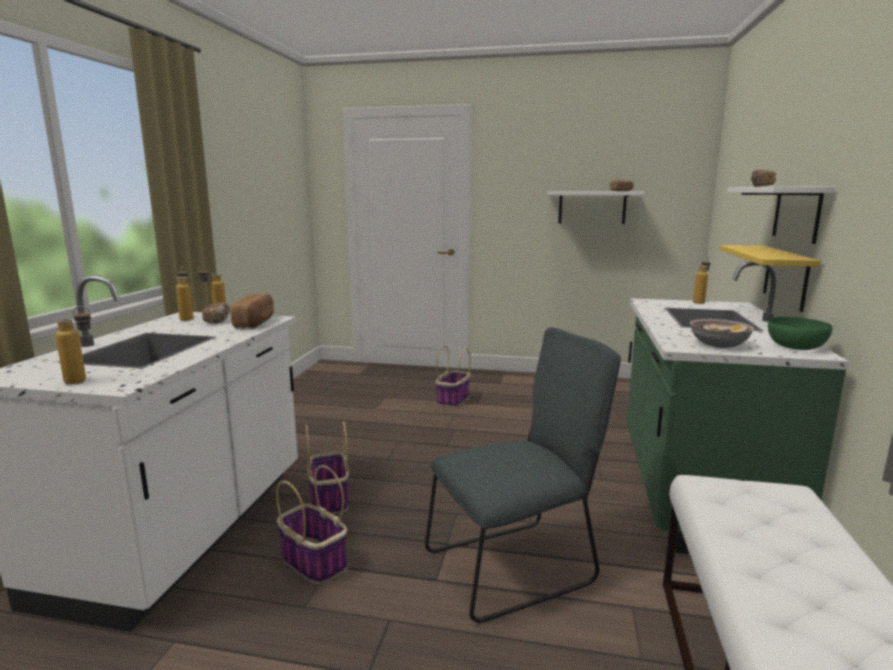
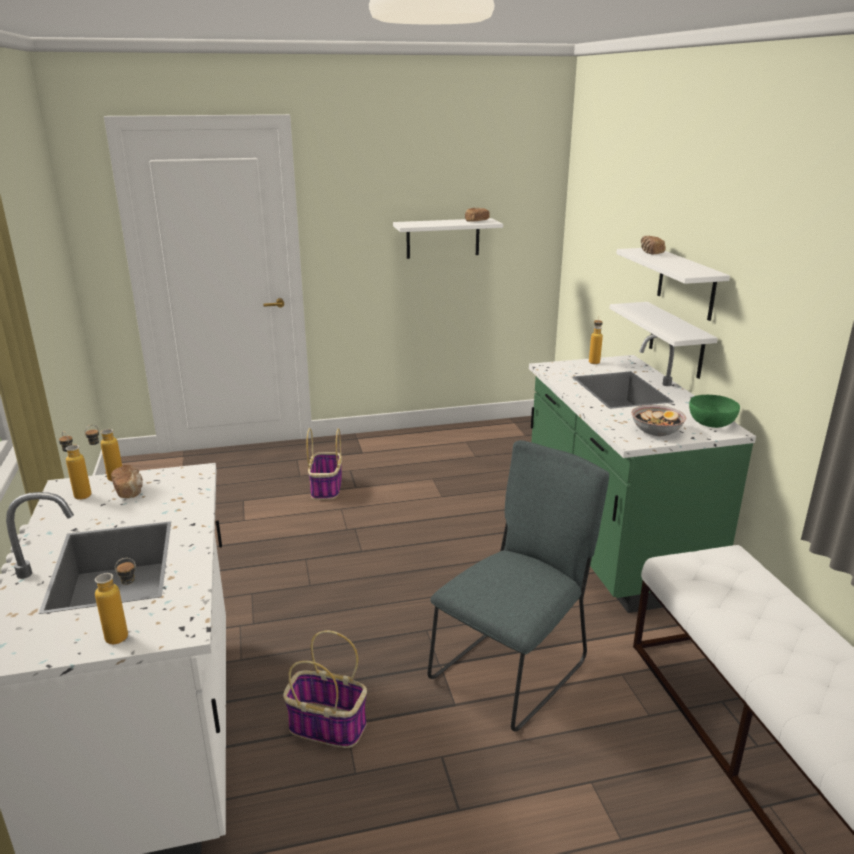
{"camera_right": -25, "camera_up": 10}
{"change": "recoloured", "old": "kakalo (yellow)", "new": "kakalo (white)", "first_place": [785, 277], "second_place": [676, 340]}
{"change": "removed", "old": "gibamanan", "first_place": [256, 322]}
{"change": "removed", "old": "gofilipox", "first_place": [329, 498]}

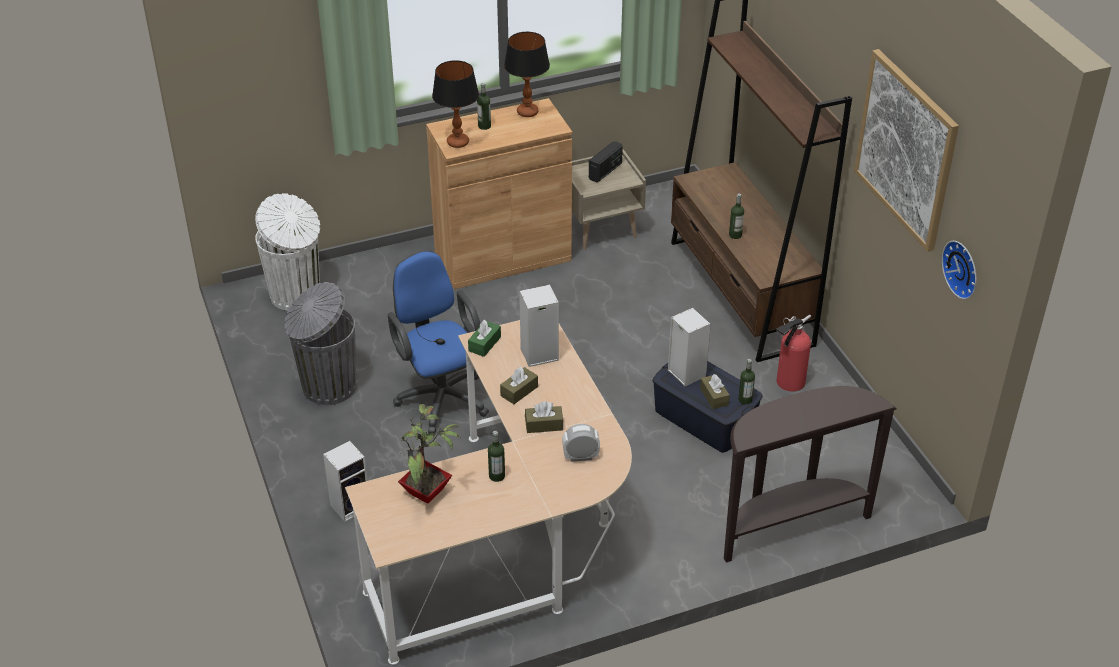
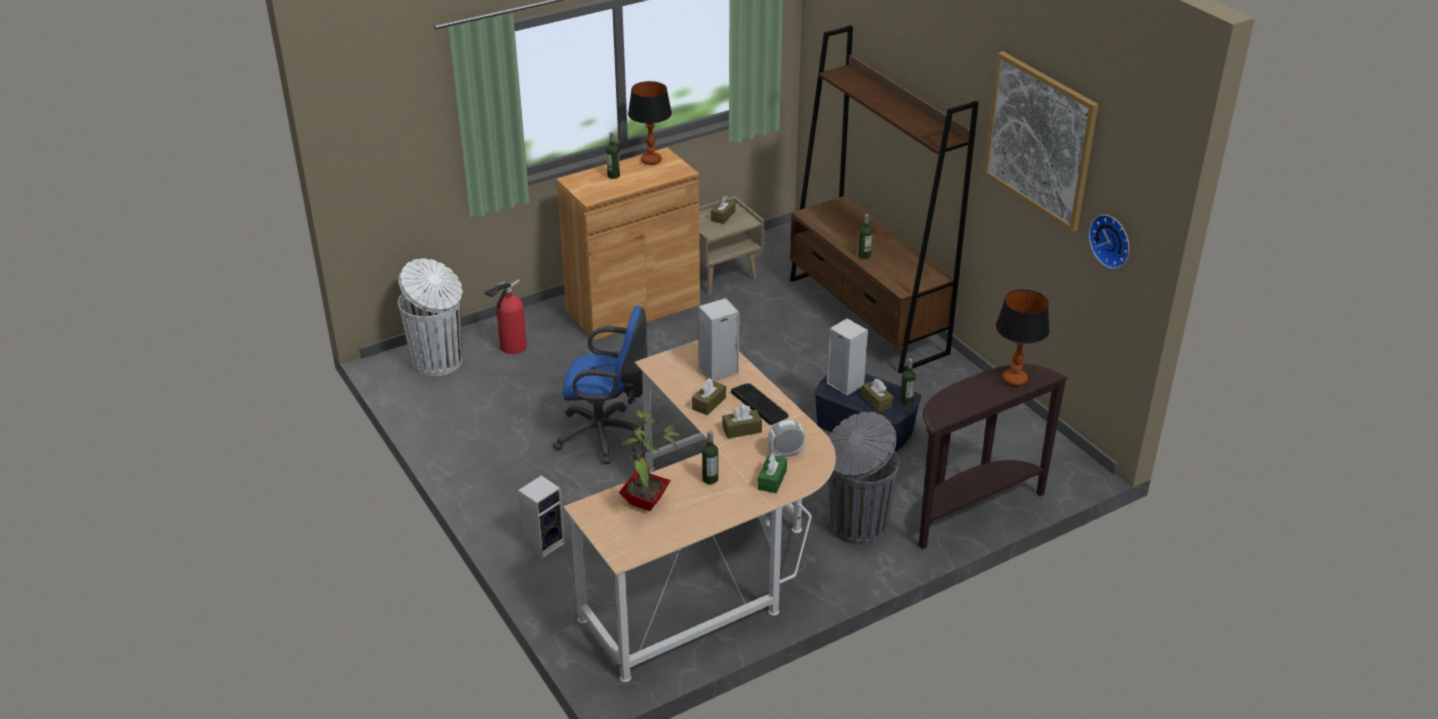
{"camera_right": -10, "camera_up": -5}
{"change": "moved", "old": "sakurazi", "first_place": [457, 142], "second_place": [1014, 379]}
{"change": "replaced", "old": "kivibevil", "new": "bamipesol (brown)", "first_place": [605, 171], "second_place": [723, 216]}
{"change": "turned", "old": "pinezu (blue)", "first_place": [440, 396], "second_place": [606, 436], "degrees": 135}
{"change": "moved", "old": "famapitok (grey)", "first_place": [327, 387], "second_place": [856, 526]}
{"change": "moved", "old": "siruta", "first_place": [788, 383], "second_place": [511, 348]}
{"change": "moved", "old": "bamipesol (green)", "first_place": [484, 344], "second_place": [772, 480]}
{"change": "added", "new": "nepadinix", "second_place": [759, 404]}

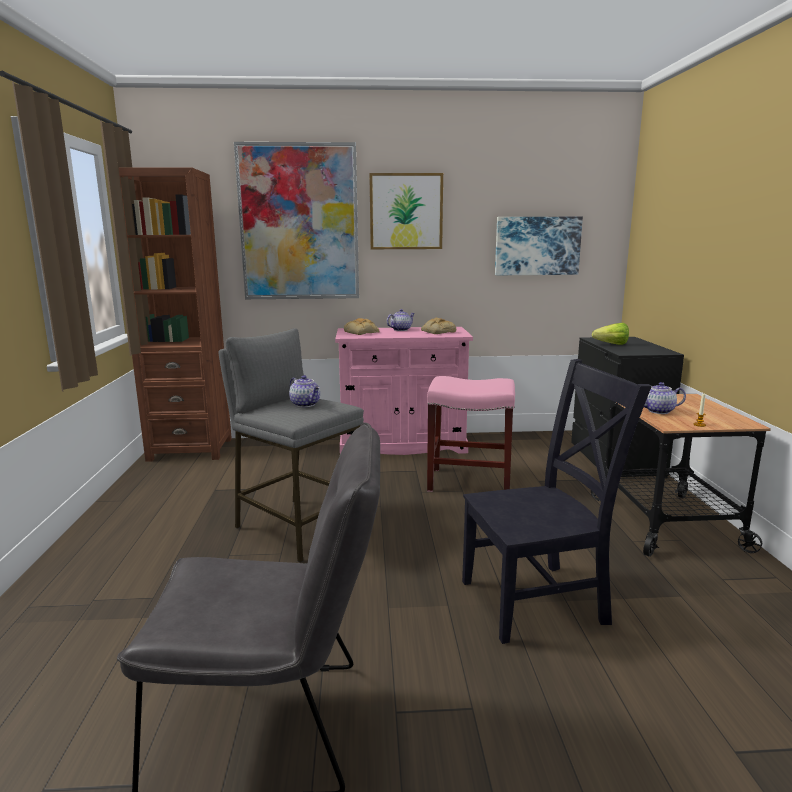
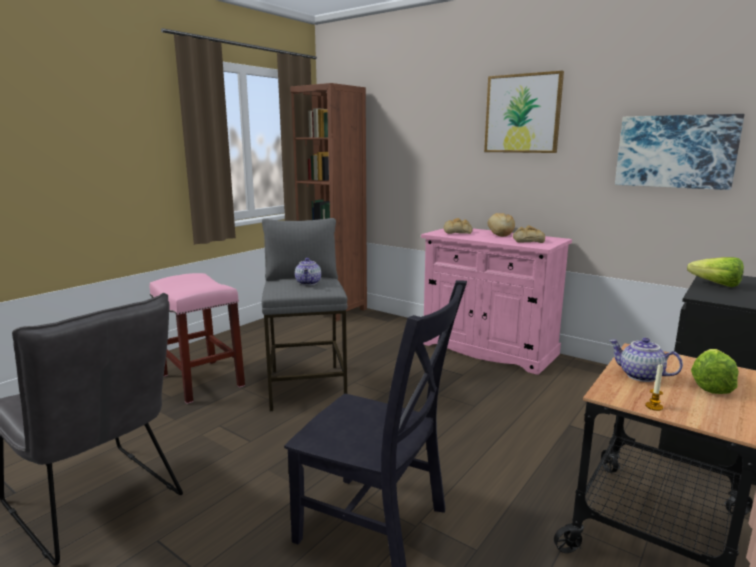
{"camera_right": 40, "camera_up": 0}
{"change": "removed", "old": "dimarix", "first_place": [299, 223]}
{"change": "replaced", "old": "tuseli", "new": "gibamanan", "first_place": [400, 330], "second_place": [499, 234]}
{"change": "moved", "old": "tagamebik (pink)", "first_place": [470, 482], "second_place": [202, 380]}
{"change": "added", "new": "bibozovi", "second_place": [712, 384]}

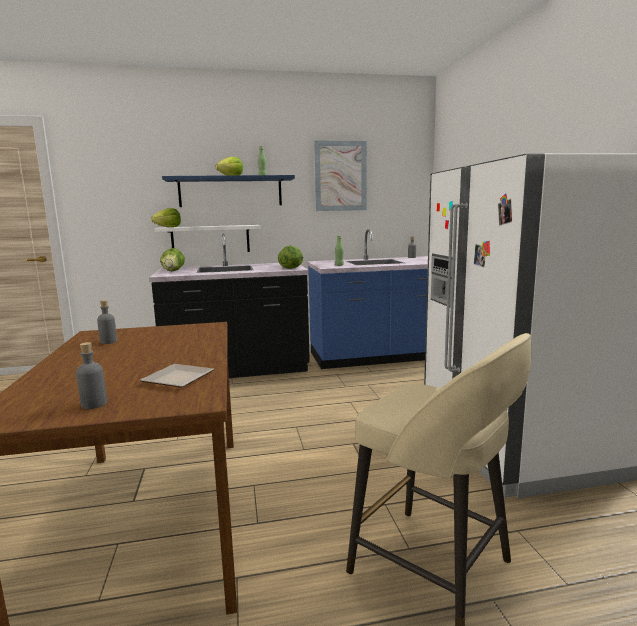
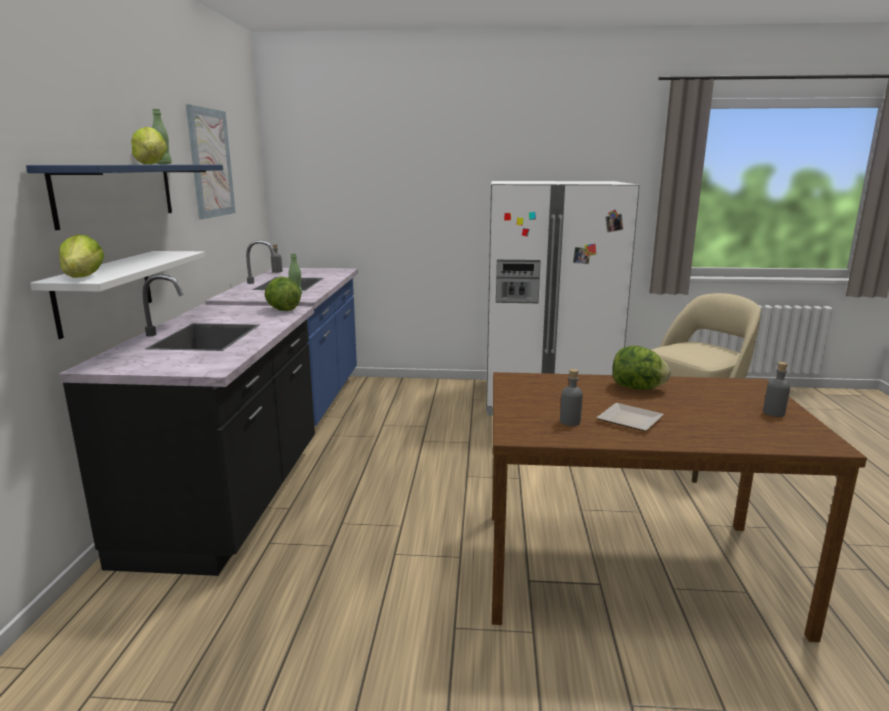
{"camera_right": -75, "camera_up": 5}
{"change": "moved", "old": "bibozovi", "first_place": [173, 271], "second_place": [638, 388]}
{"change": "moved", "old": "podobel", "first_place": [178, 380], "second_place": [632, 420]}

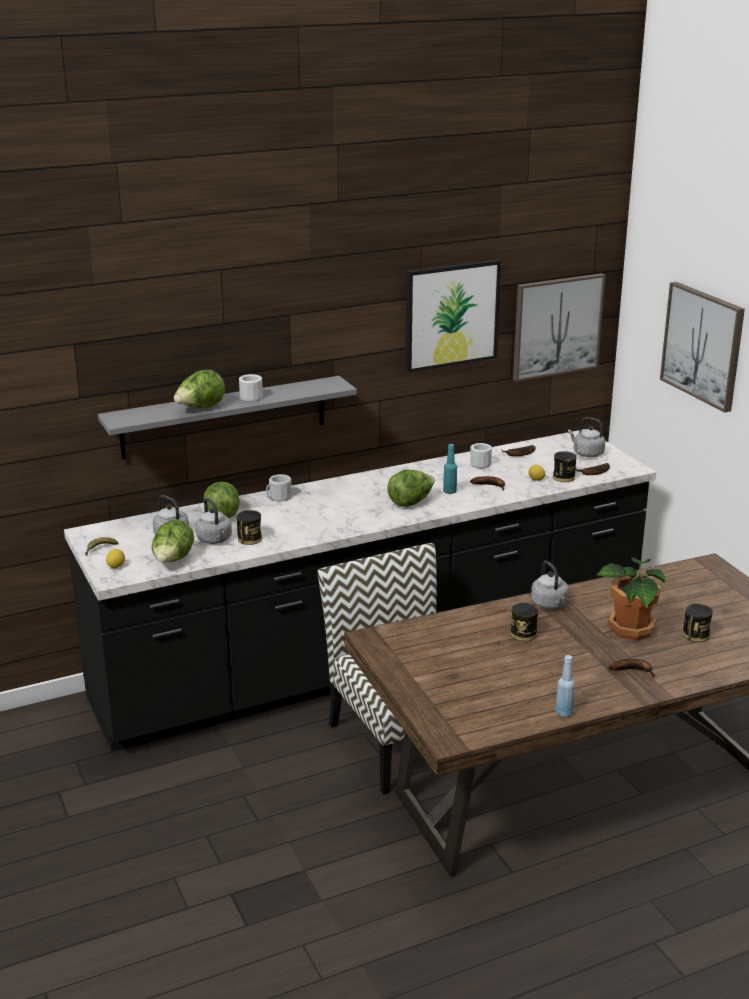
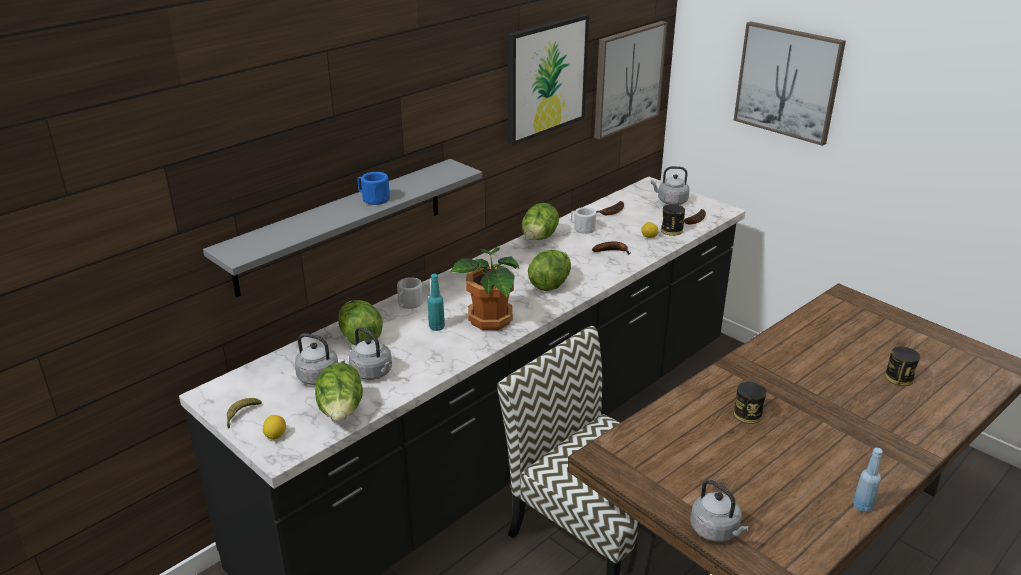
{"camera_right": -20, "camera_up": 5}
{"change": "moved", "old": "bibozovi", "first_place": [200, 408], "second_place": [539, 239]}
{"change": "recoloured", "old": "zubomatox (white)", "new": "zubomatox (blue)", "first_place": [249, 397], "second_place": [373, 199]}
{"change": "moved", "old": "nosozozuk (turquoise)", "first_place": [449, 491], "second_place": [437, 327]}
{"change": "removed", "old": "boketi", "first_place": [249, 539]}
{"change": "moved", "old": "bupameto", "first_place": [630, 630], "second_place": [490, 321]}
{"change": "moved", "old": "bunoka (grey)", "first_place": [550, 604], "second_place": [716, 531]}
{"change": "removed", "old": "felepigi", "first_place": [633, 670]}

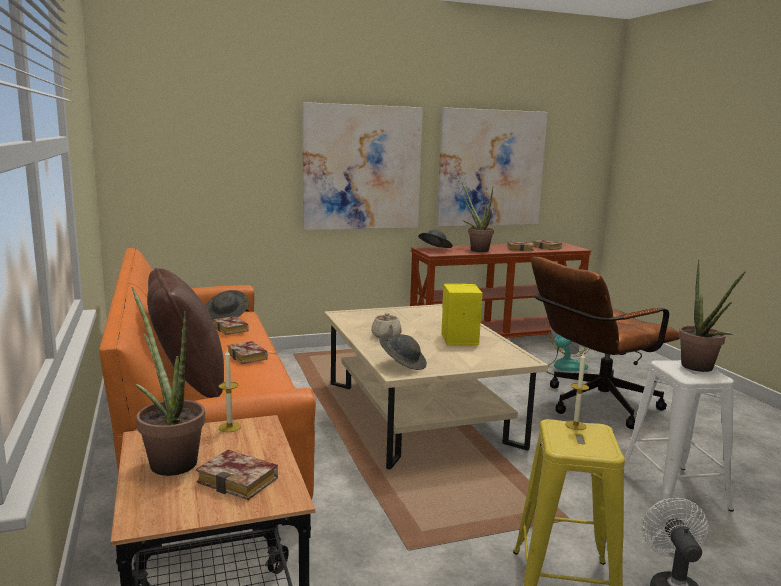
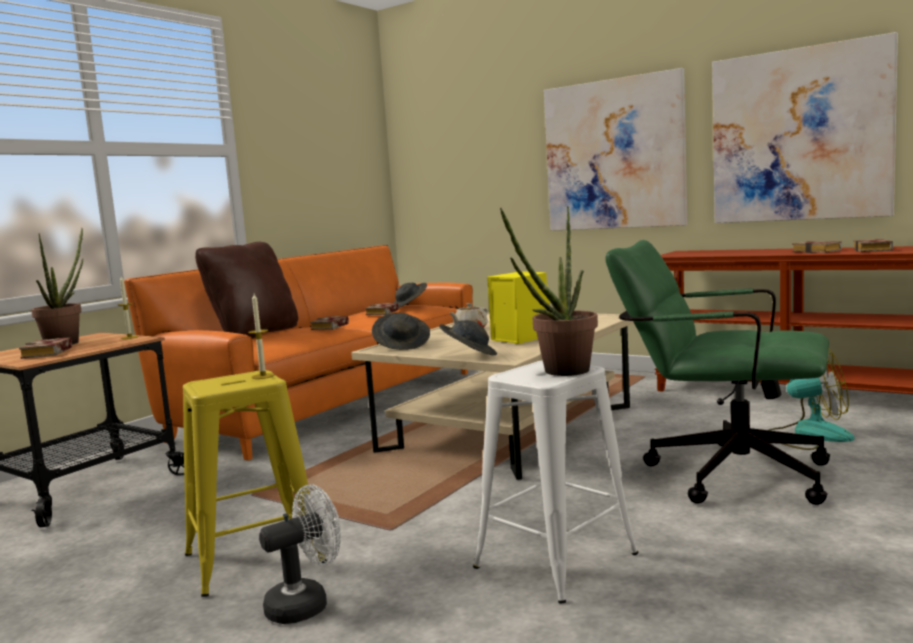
{"camera_right": 55, "camera_up": -5}
{"change": "removed", "old": "bupameto", "first_place": [476, 250]}
{"change": "moved", "old": "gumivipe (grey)", "first_place": [434, 249], "second_place": [469, 355]}
{"change": "recoloured", "old": "pinezu (brown)", "new": "pinezu (green)", "first_place": [593, 405], "second_place": [721, 472]}

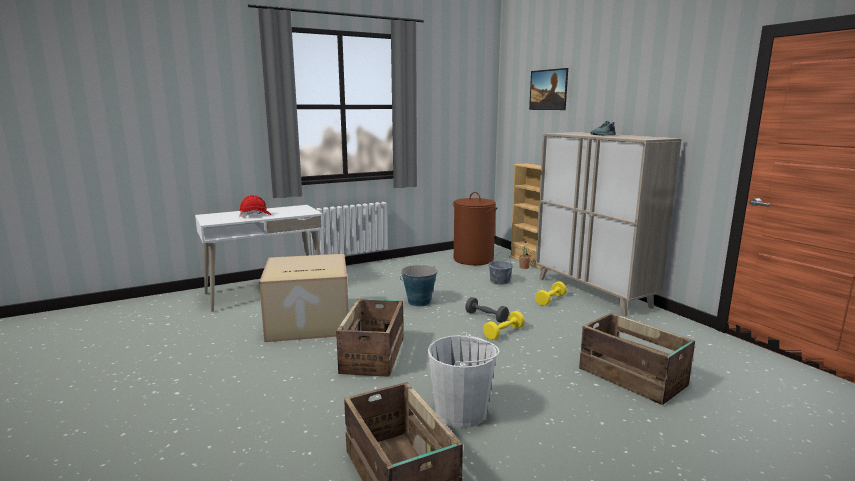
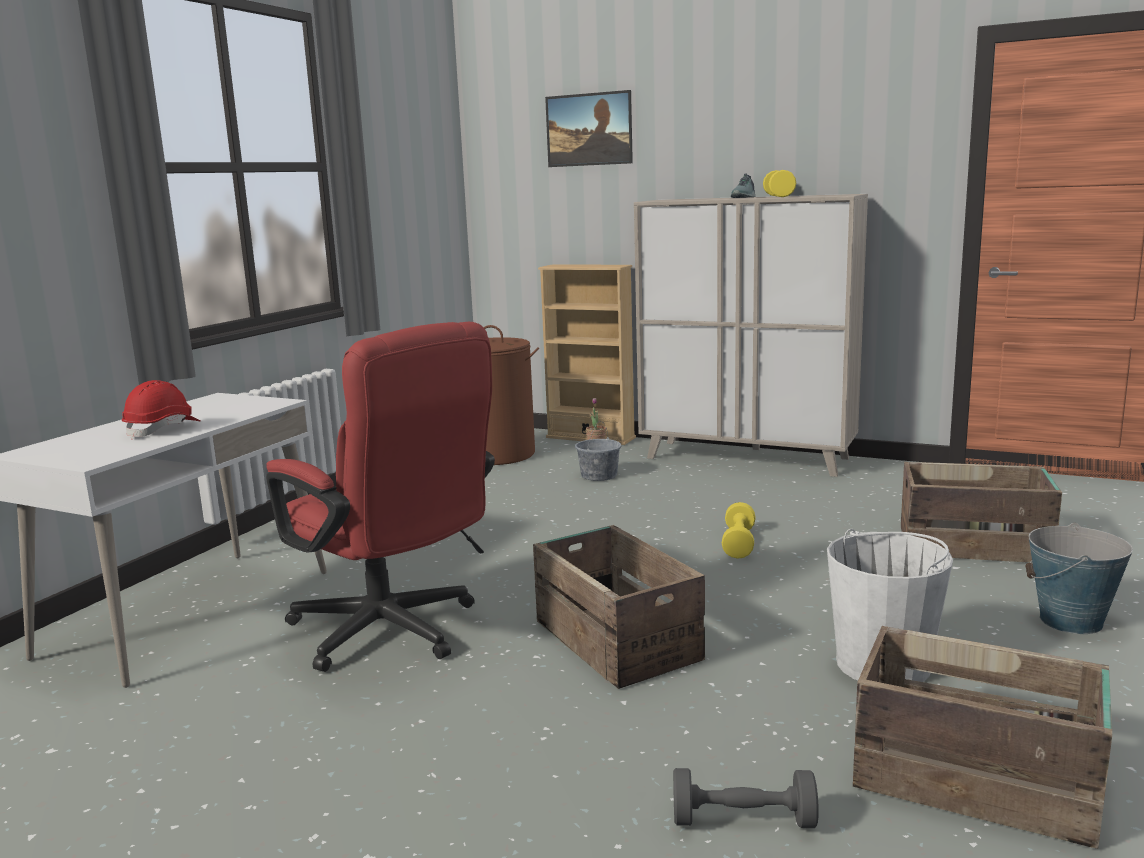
{"camera_right": -35, "camera_up": 0}
{"change": "replaced", "old": "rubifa", "new": "pinezu (red)", "first_place": [307, 322], "second_place": [394, 634]}
{"change": "moved", "old": "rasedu", "first_place": [419, 302], "second_place": [1071, 621]}
{"change": "moved", "old": "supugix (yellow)", "first_place": [550, 300], "second_place": [778, 196]}
{"change": "moved", "old": "supugix (grey)", "first_place": [486, 317], "second_place": [743, 820]}

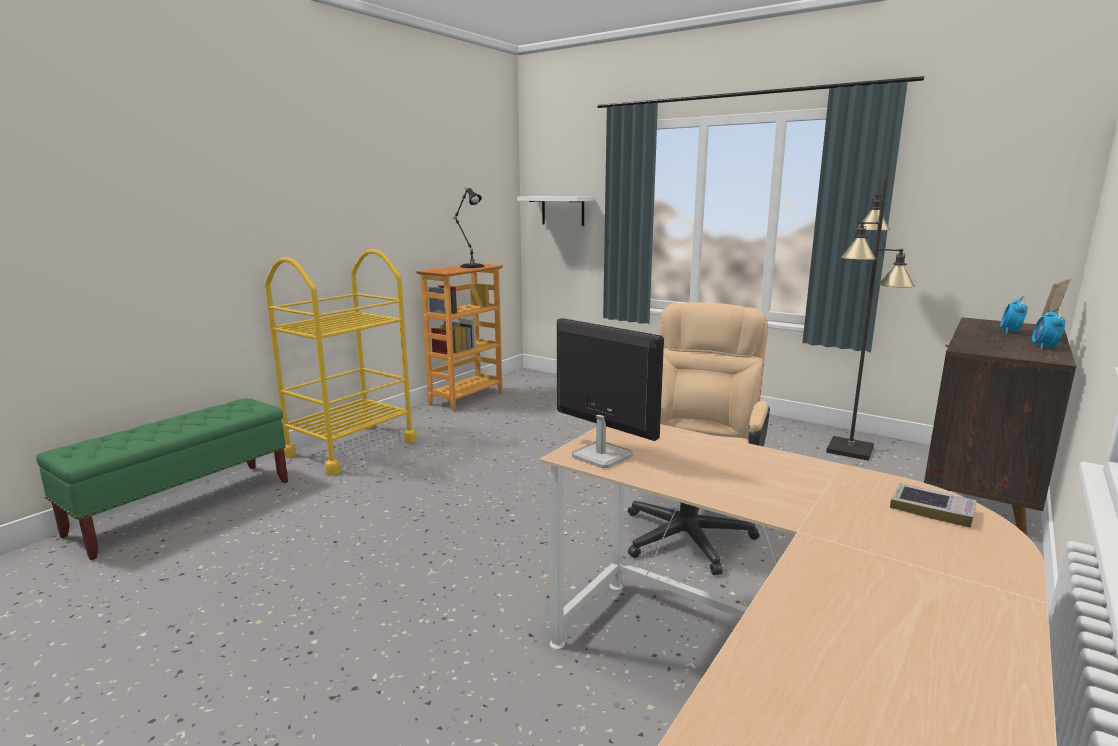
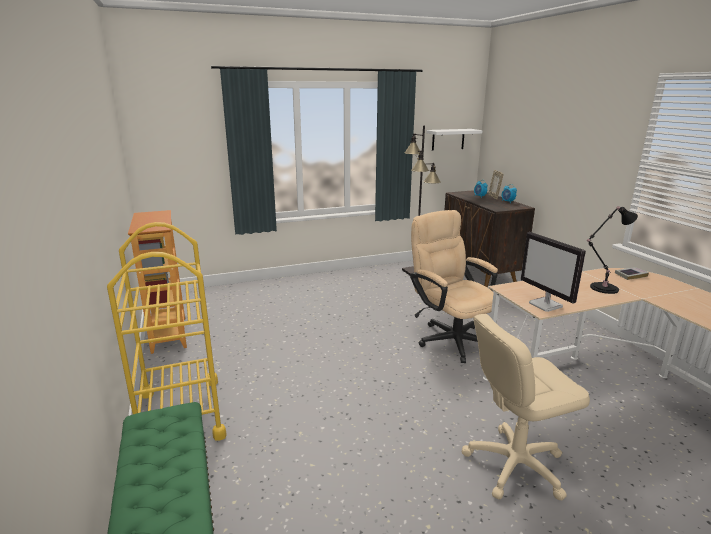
{"camera_right": -55, "camera_up": 5}
{"change": "moved", "old": "sakurazi (black)", "first_place": [471, 266], "second_place": [602, 288]}
{"change": "moved", "old": "kakalo (white)", "first_place": [563, 210], "second_place": [448, 139]}
{"change": "turned", "old": "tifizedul", "first_place": [601, 456], "second_place": [546, 305], "degrees": -105}
{"change": "added", "new": "pinezu (beige)", "second_place": [514, 465]}

